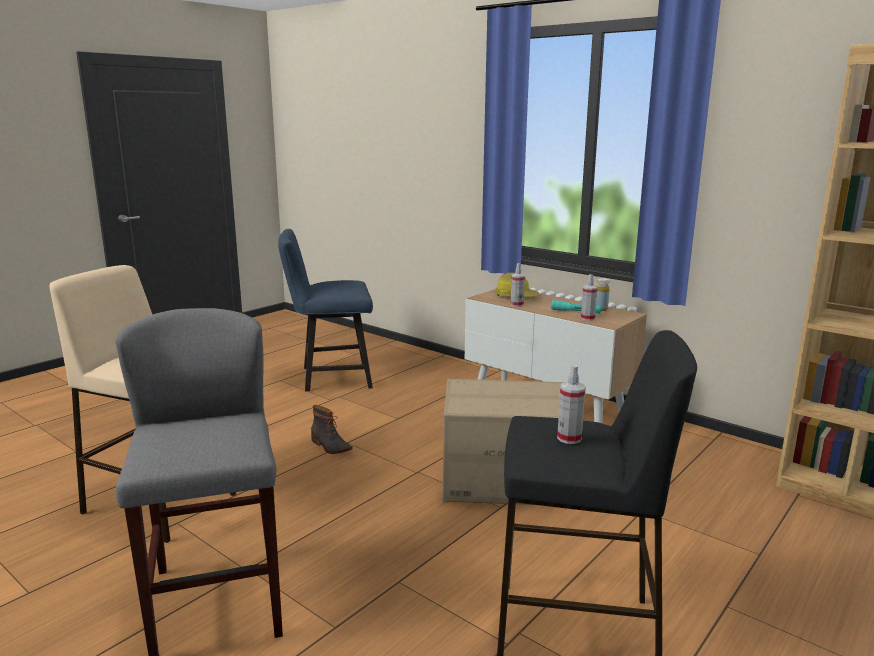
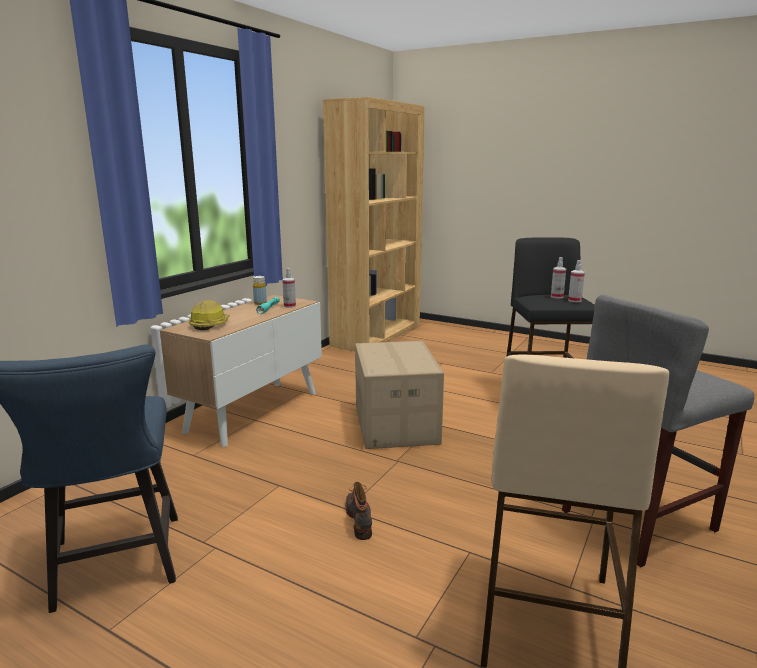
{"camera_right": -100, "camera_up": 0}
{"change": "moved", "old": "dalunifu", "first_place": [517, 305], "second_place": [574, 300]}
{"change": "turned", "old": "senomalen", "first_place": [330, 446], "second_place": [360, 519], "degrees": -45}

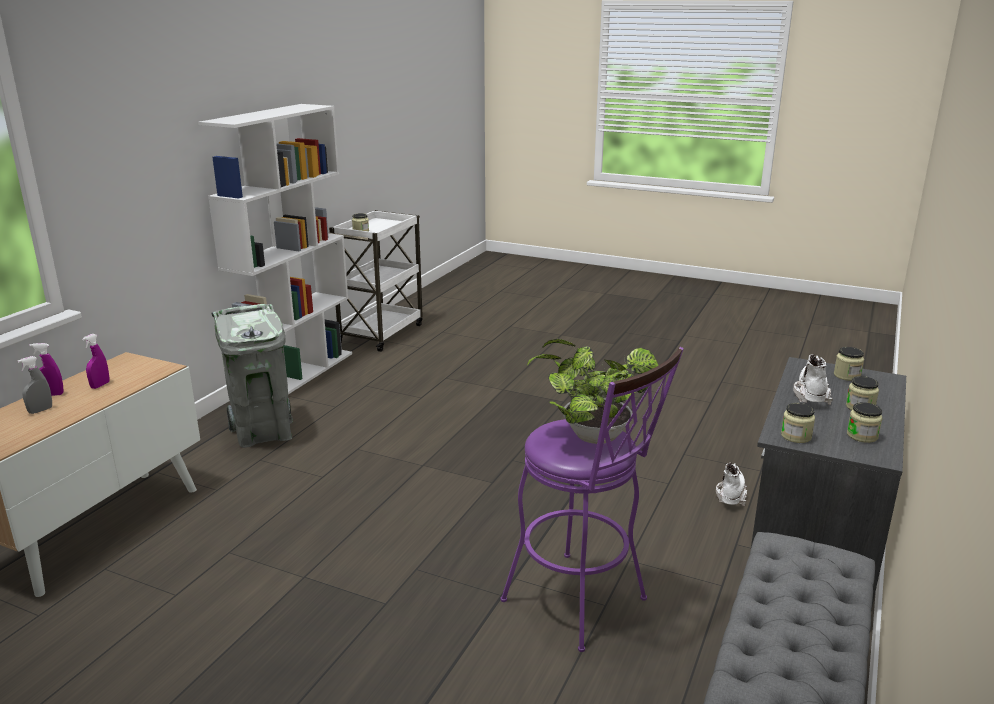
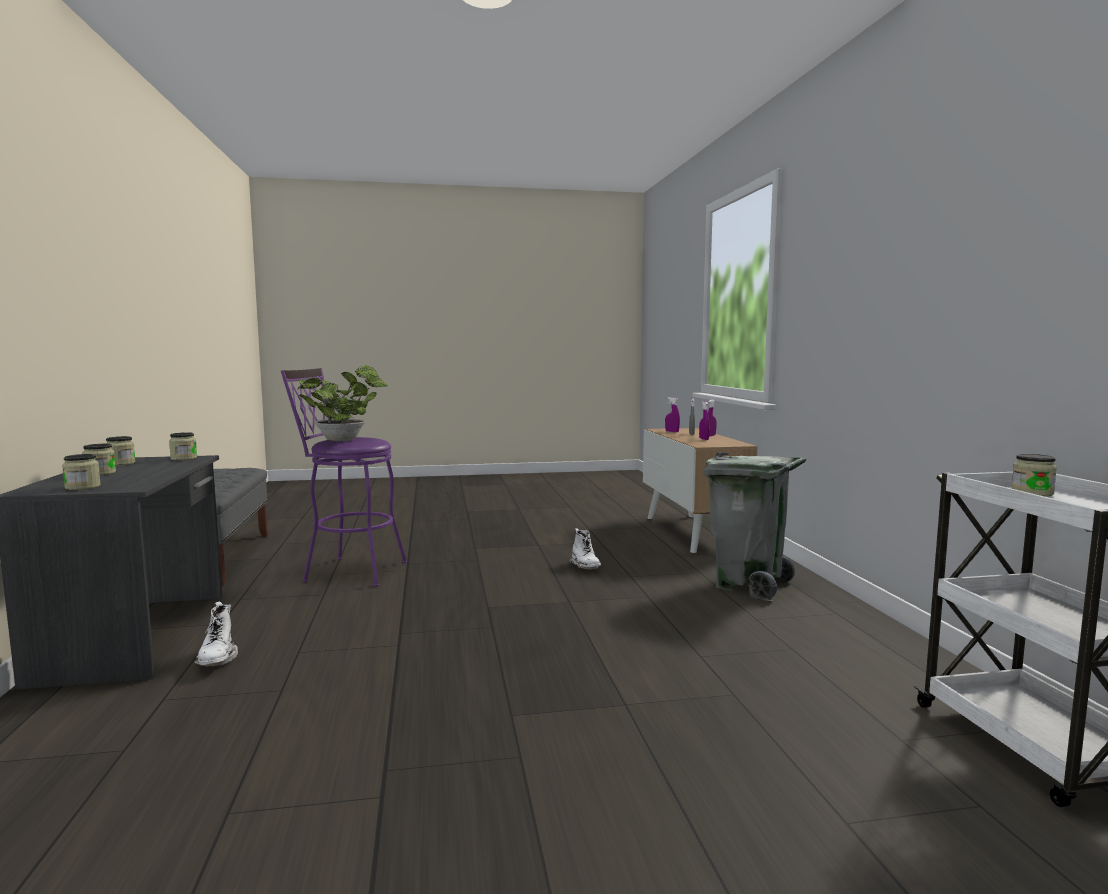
{"camera_right": 145, "camera_up": -15}
{"change": "removed", "old": "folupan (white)", "first_place": [297, 374]}
{"change": "moved", "old": "senomalen (white)", "first_place": [811, 395], "second_place": [585, 567]}
{"change": "added", "new": "dalunifu (purple)", "second_place": [672, 431]}

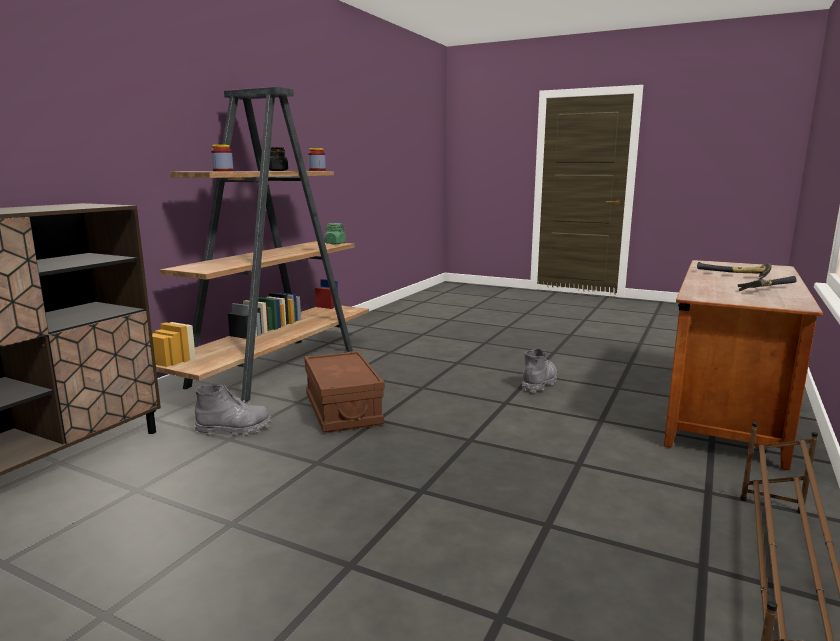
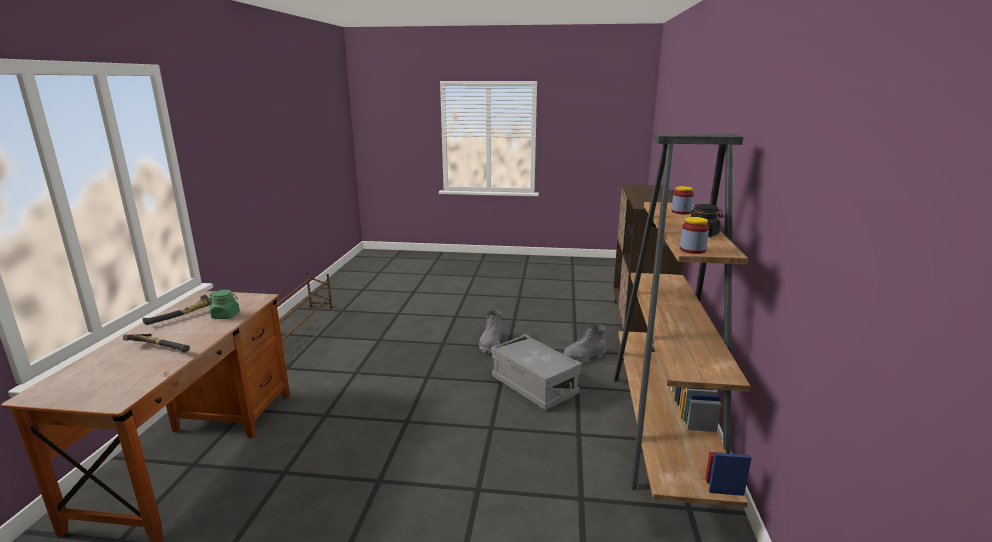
{"camera_right": 160, "camera_up": 5}
{"change": "moved", "old": "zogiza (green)", "first_place": [335, 243], "second_place": [226, 316]}
{"change": "moved", "old": "senomalen (grey)", "first_place": [539, 383], "second_place": [491, 344]}
{"change": "recoloured", "old": "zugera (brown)", "new": "zugera (grey)", "first_place": [343, 410], "second_place": [534, 386]}

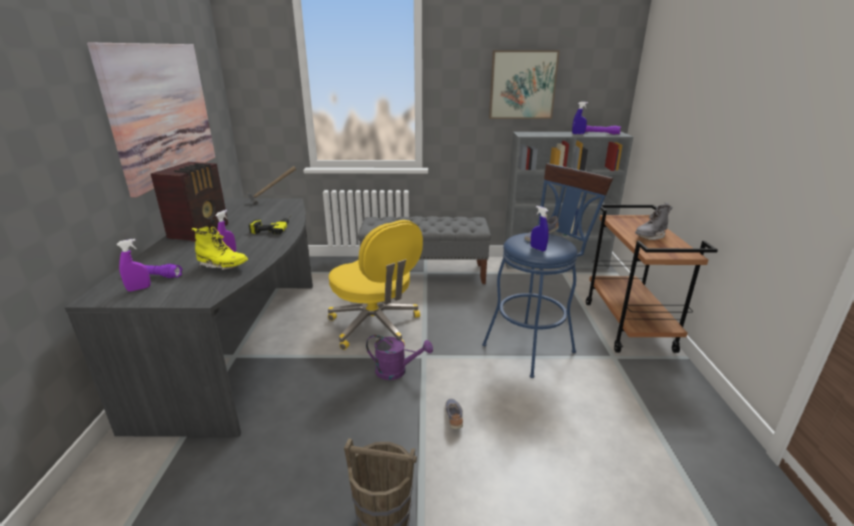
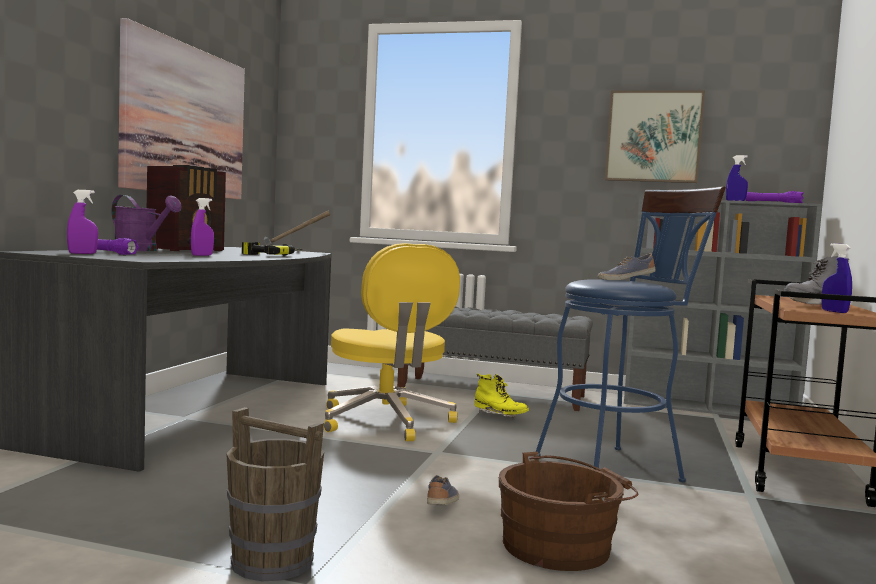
{"camera_right": 15, "camera_up": -20}
{"change": "moved", "old": "dalunifu (blue)", "first_place": [538, 249], "second_place": [834, 311]}
{"change": "moved", "old": "senomalen (yellow)", "first_place": [223, 267], "second_place": [499, 416]}
{"change": "moved", "old": "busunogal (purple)", "first_place": [396, 371], "second_place": [141, 250]}
{"change": "added", "new": "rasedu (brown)", "second_place": [562, 545]}

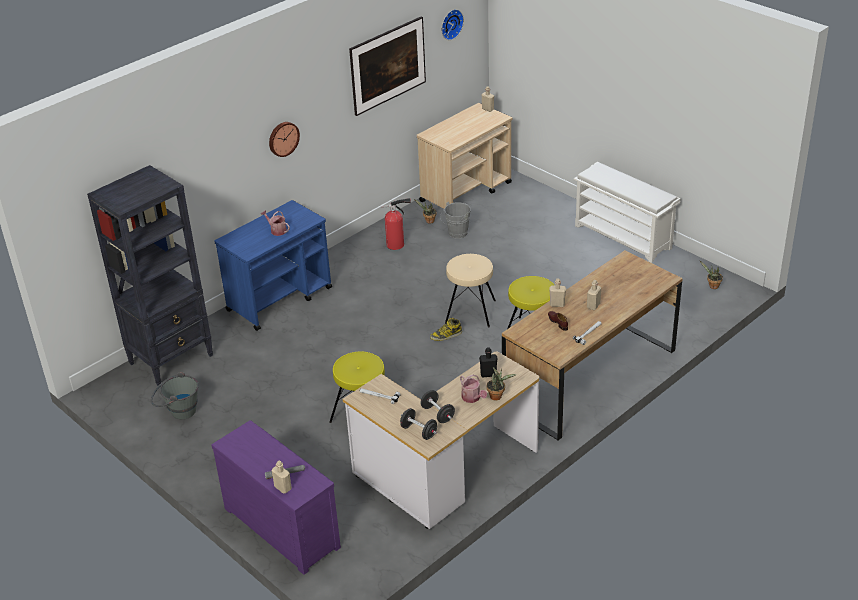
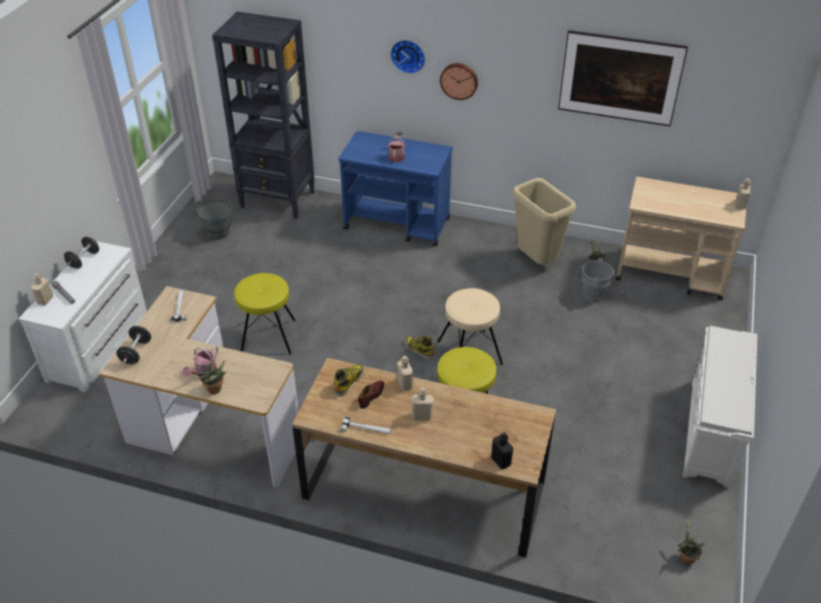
{"camera_right": 60, "camera_up": 5}
{"change": "moved", "old": "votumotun", "first_place": [450, 24], "second_place": [408, 55]}
{"change": "replaced", "old": "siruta", "new": "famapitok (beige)", "first_place": [397, 244], "second_place": [537, 261]}
{"change": "moved", "old": "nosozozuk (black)", "first_place": [488, 374], "second_place": [501, 461]}
{"change": "moved", "old": "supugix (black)", "first_place": [437, 414], "second_place": [84, 260]}
{"change": "recoloured", "old": "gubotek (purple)", "new": "gubotek (white)", "first_place": [284, 525], "second_place": [101, 346]}
{"change": "added", "new": "senomalen", "second_place": [349, 381]}

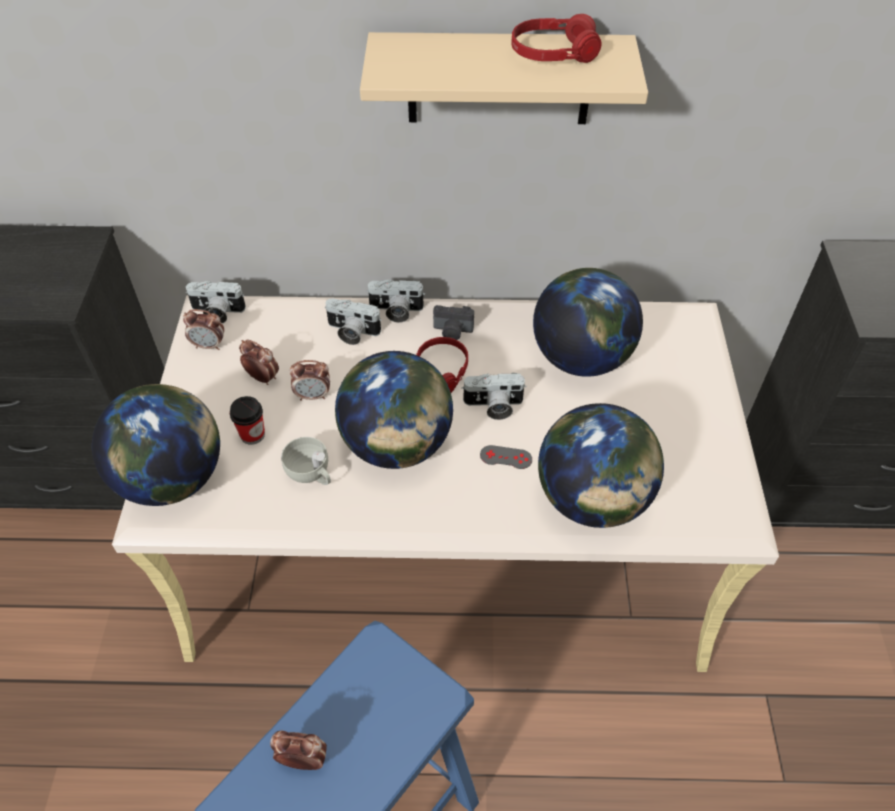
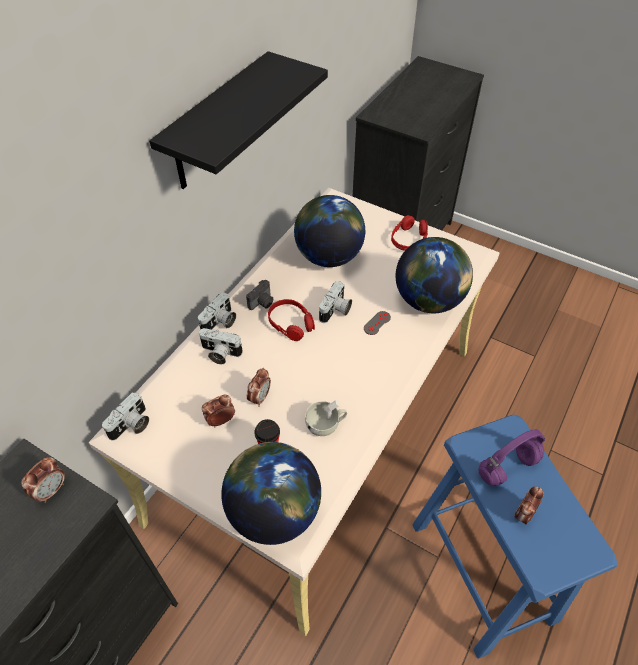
{"camera_right": -60, "camera_up": 0}
{"change": "moved", "old": "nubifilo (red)", "first_place": [553, 53], "second_place": [409, 239]}
{"change": "recoloured", "old": "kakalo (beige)", "new": "kakalo (black)", "first_place": [499, 79], "second_place": [217, 124]}
{"change": "turned", "old": "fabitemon", "first_place": [351, 332], "second_place": [220, 353], "degrees": 60}
{"change": "moved", "old": "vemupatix", "first_place": [209, 345], "second_place": [51, 490]}
{"change": "removed", "old": "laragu", "first_place": [397, 445]}
{"change": "added", "new": "nubifilo (purple)", "second_place": [507, 468]}

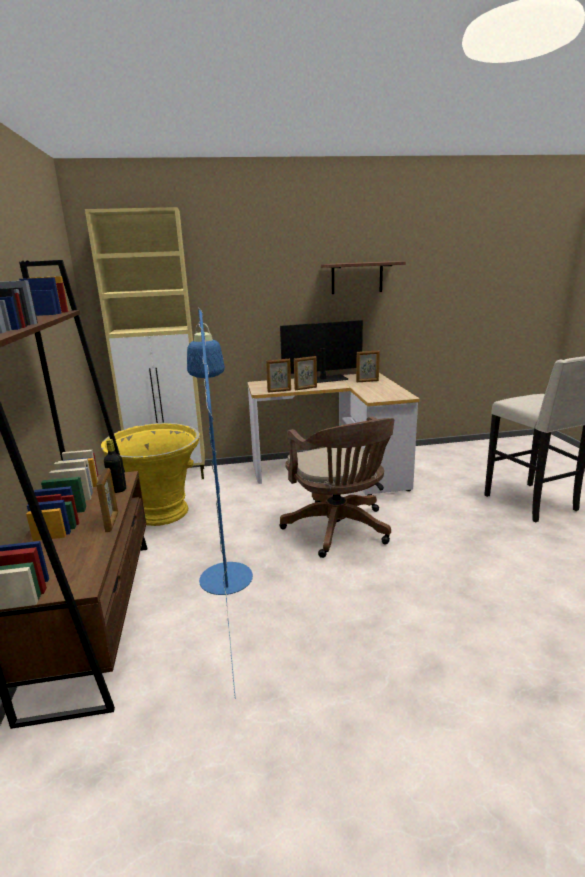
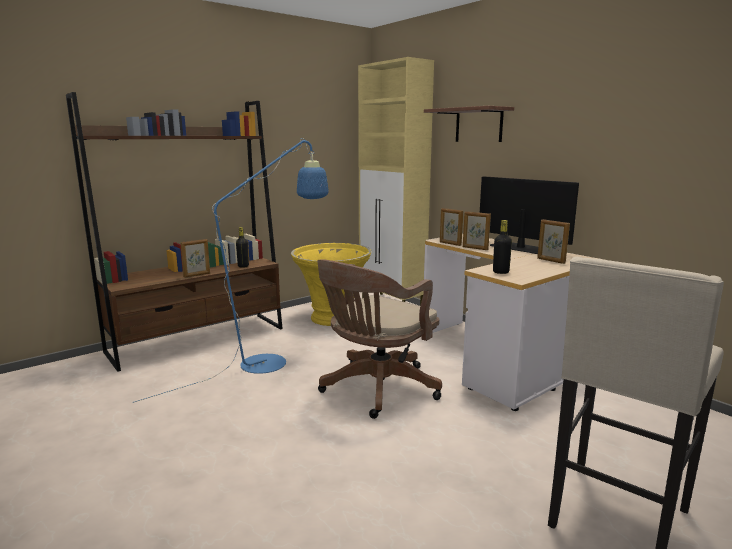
{"camera_right": 60, "camera_up": -5}
{"change": "moved", "old": "kakalo", "first_place": [357, 278], "second_place": [478, 125]}
{"change": "added", "new": "nosozozuk (black)", "second_place": [500, 272]}

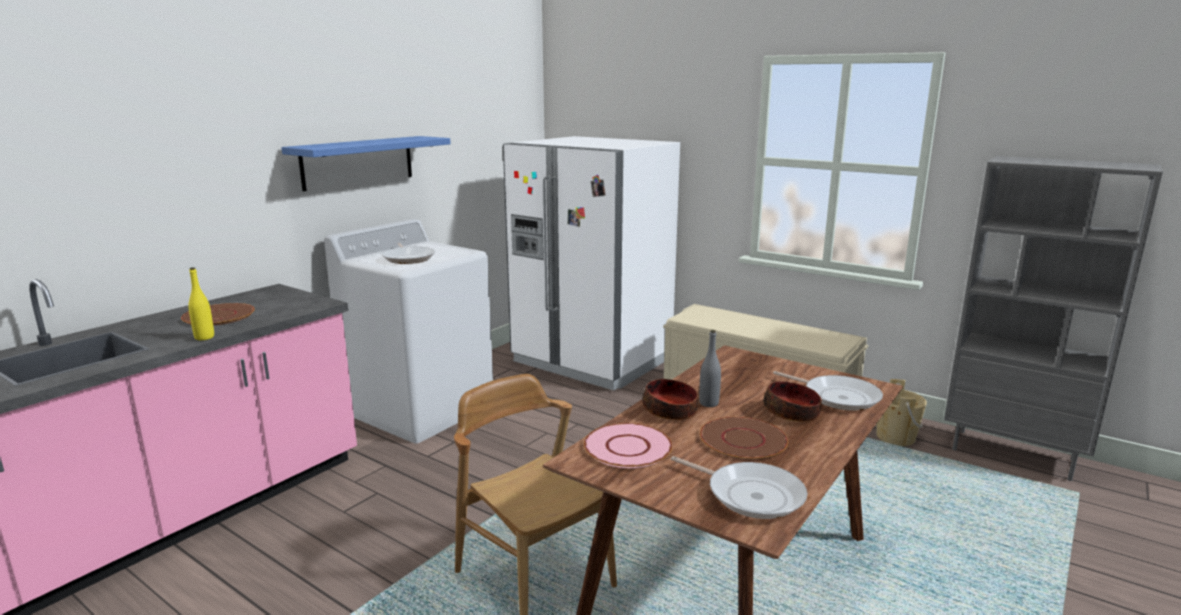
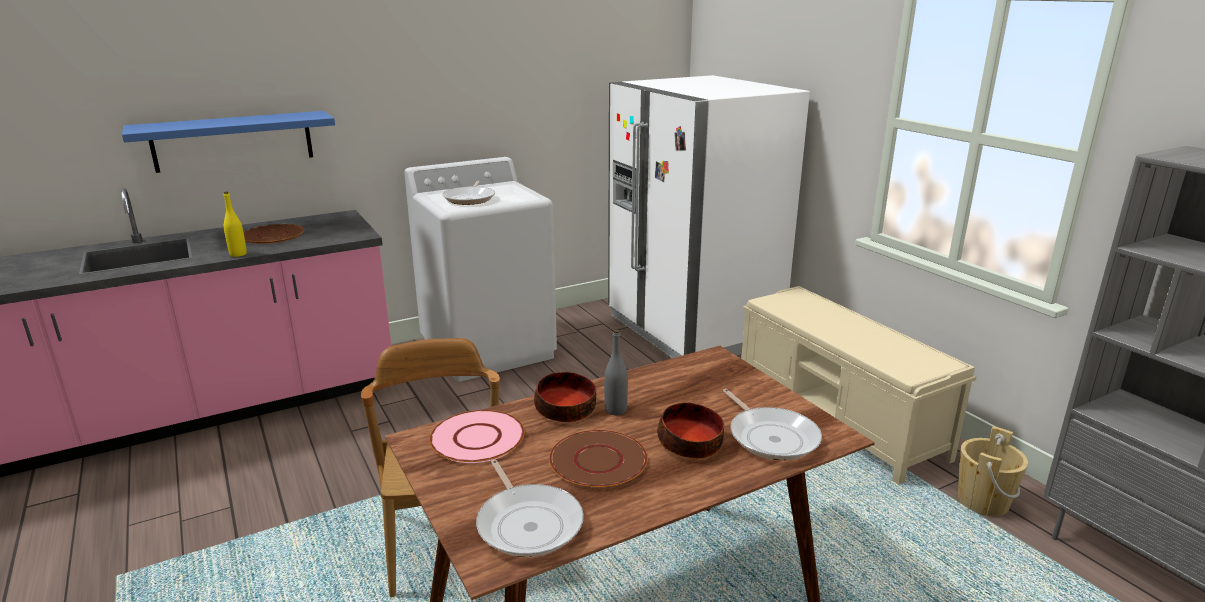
{"camera_right": 25, "camera_up": 5}
{"change": "moved", "old": "kakalo (blue)", "first_place": [358, 162], "second_place": [233, 141]}

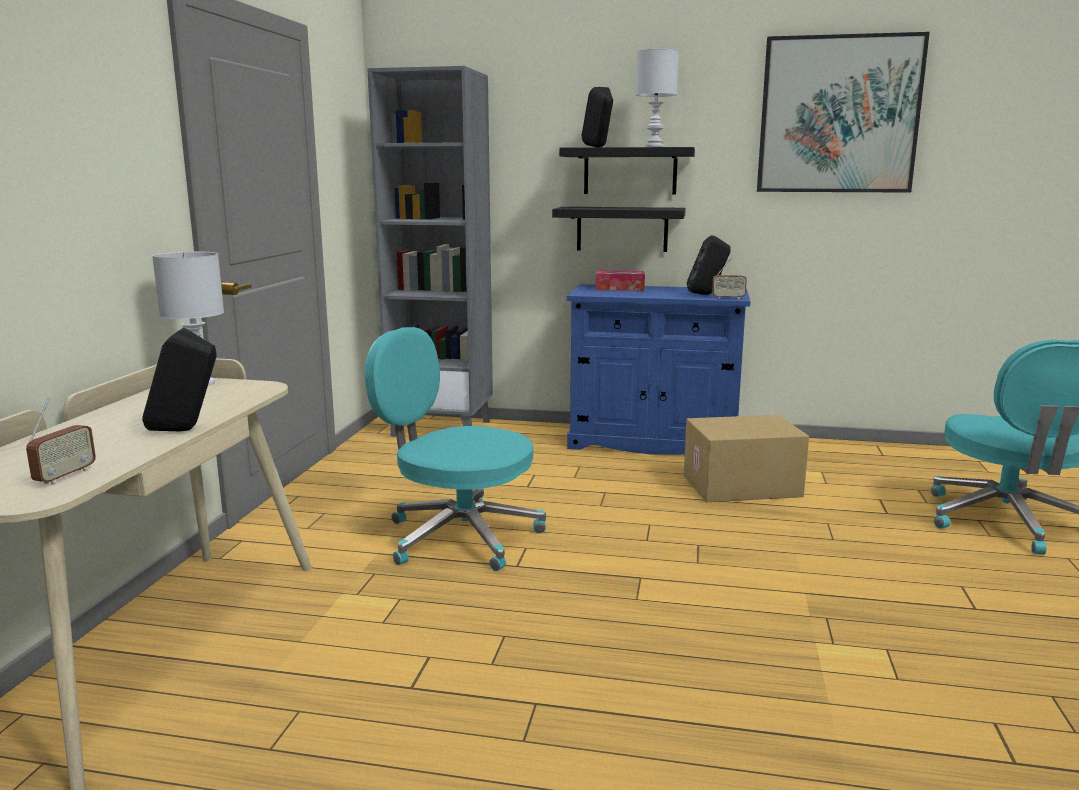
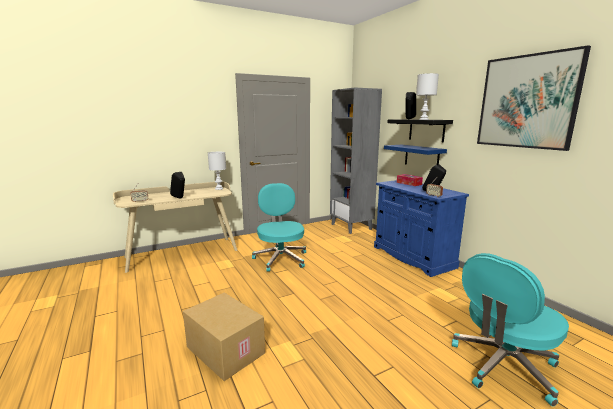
{"camera_right": 50, "camera_up": 0}
{"change": "recoloured", "old": "kakalo (black)", "new": "kakalo (blue)", "first_place": [622, 229], "second_place": [421, 156]}
{"change": "moved", "old": "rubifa", "first_place": [741, 487], "second_place": [224, 350]}

